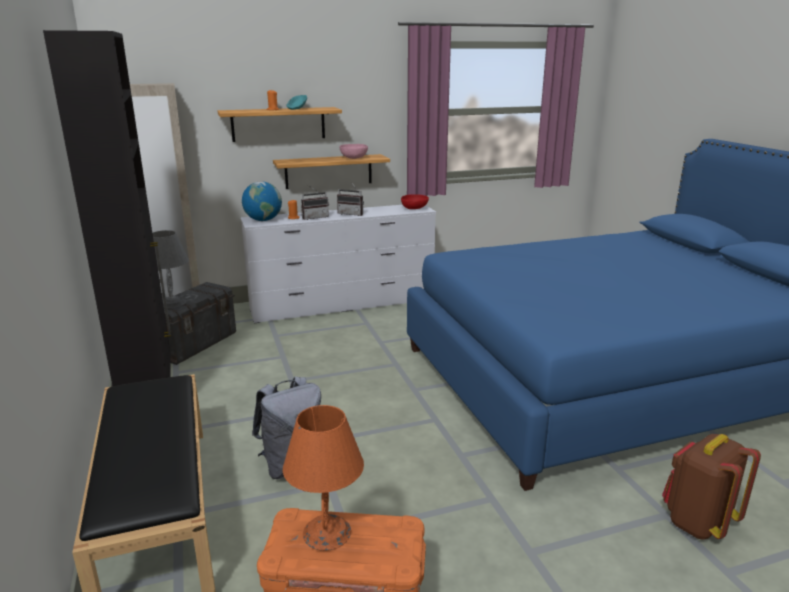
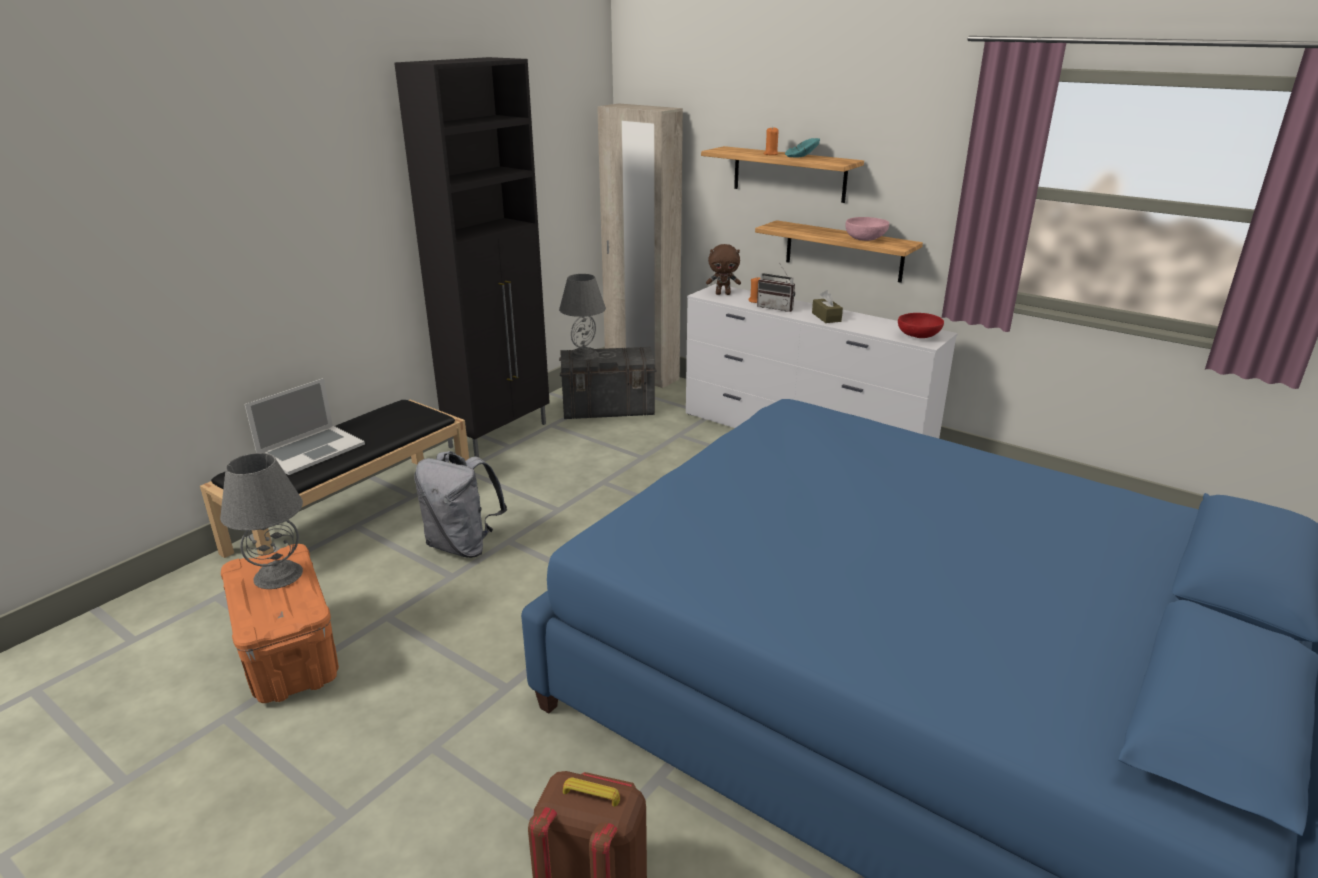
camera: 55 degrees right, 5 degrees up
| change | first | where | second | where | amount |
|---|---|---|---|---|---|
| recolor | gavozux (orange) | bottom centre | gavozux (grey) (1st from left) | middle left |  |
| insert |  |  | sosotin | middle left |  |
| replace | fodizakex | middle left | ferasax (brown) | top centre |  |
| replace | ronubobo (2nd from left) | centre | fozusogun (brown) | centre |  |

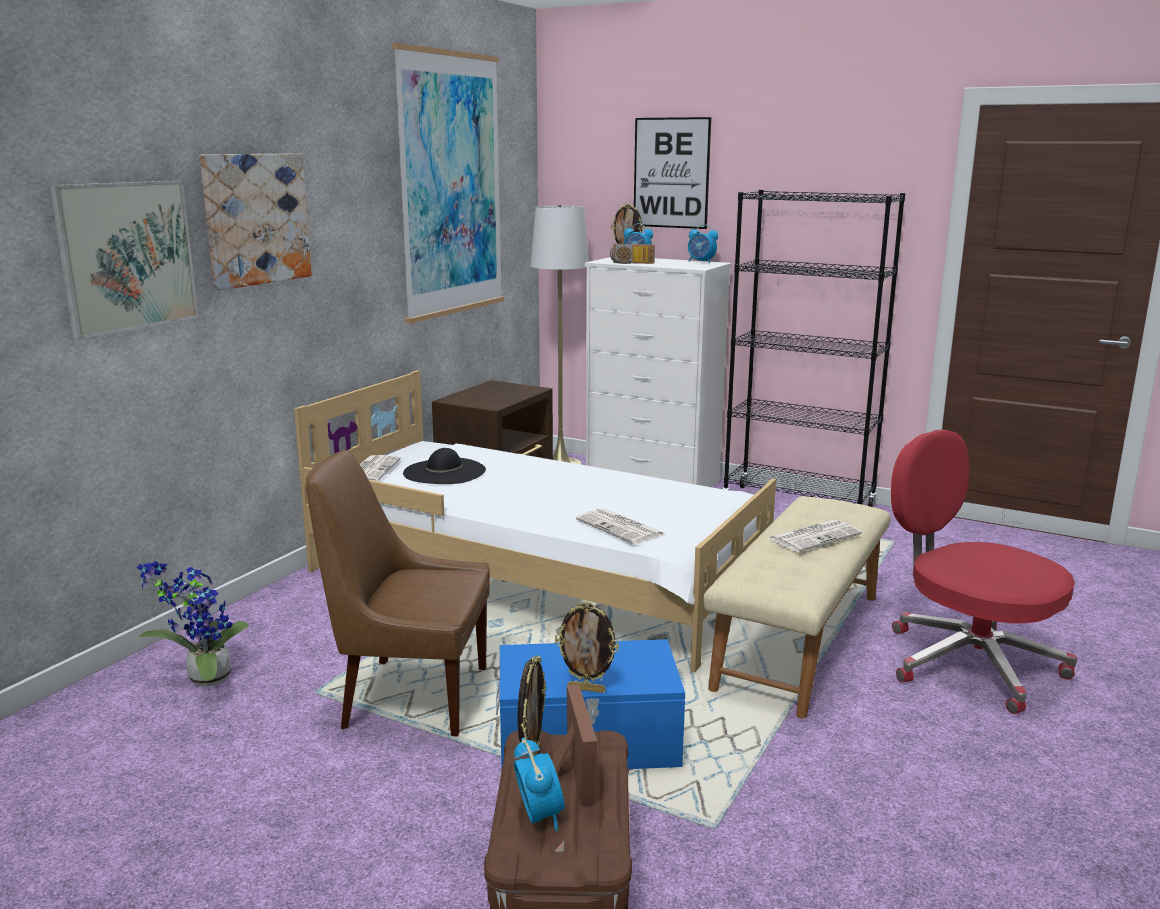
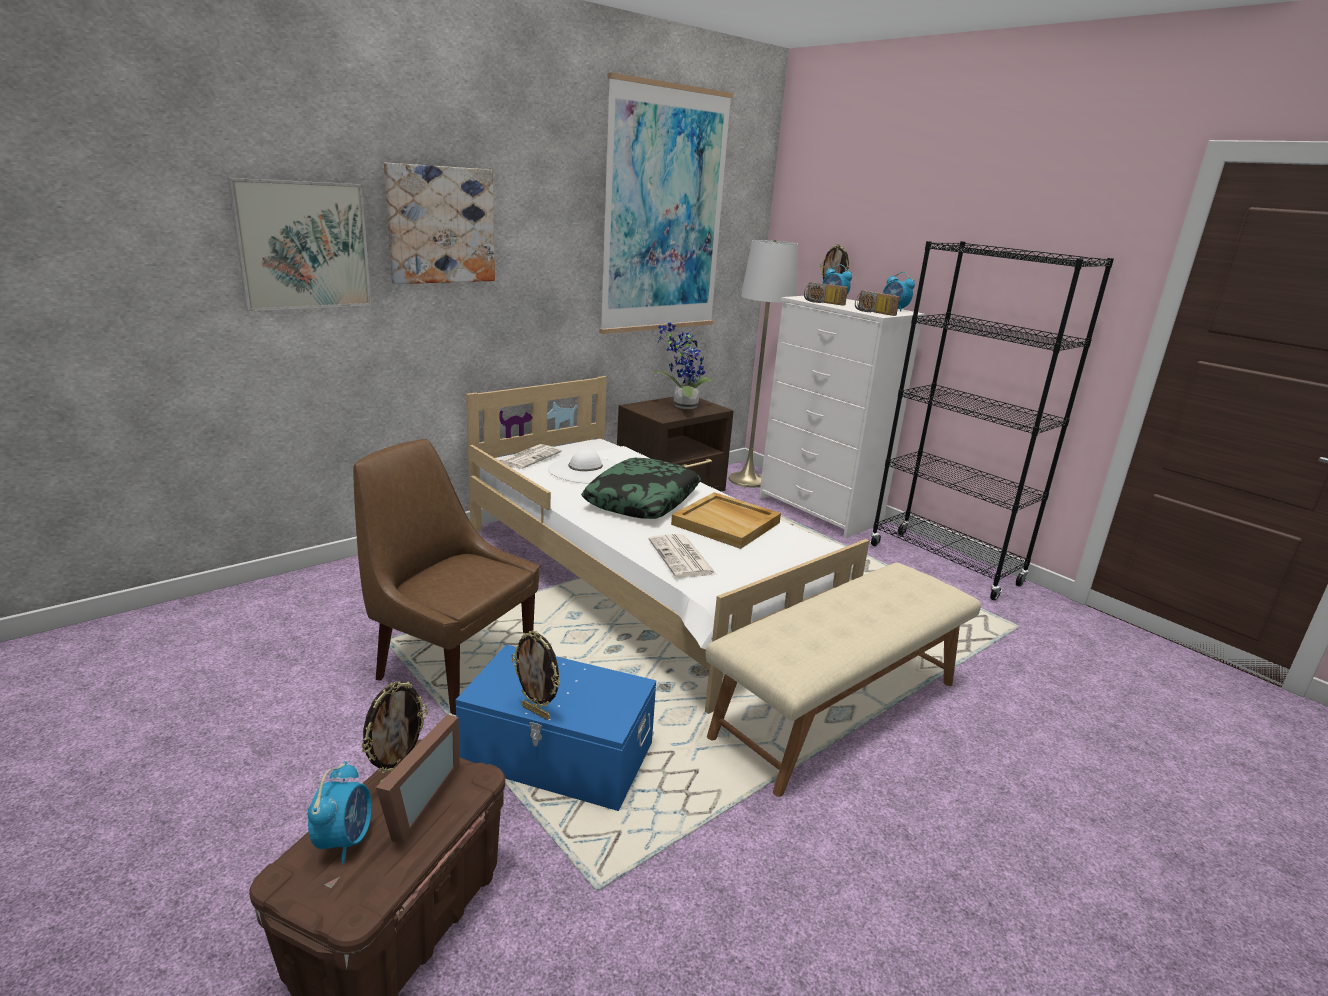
camera: 20 degrees right, 5 degrees up
| change | first | where | second | where | amount |
|---|---|---|---|---|---|
| recolor | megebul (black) | centre | megebul (white) | centre |  |
| insert |  |  | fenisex | centre |  |
| move | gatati | bottom left |  | centre |  |
| insert |  |  | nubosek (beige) | centre |  |
| insert |  |  | ronubobo (2nd from left) | top centre |  |
| delete | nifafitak (4th from left) | top centre |  |  |  |
| delete | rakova (3rd from left) | middle right |  |  |  |
| delete | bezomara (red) | middle right |  |  |  |

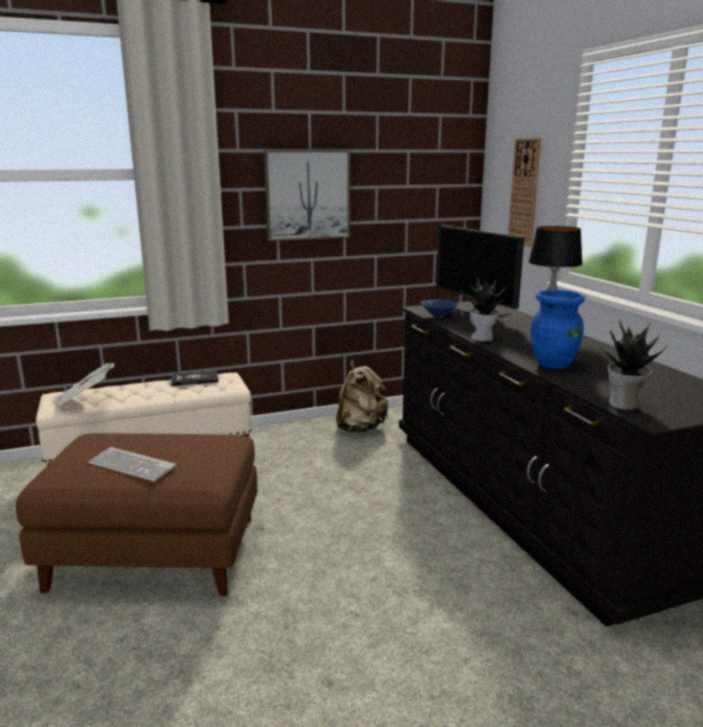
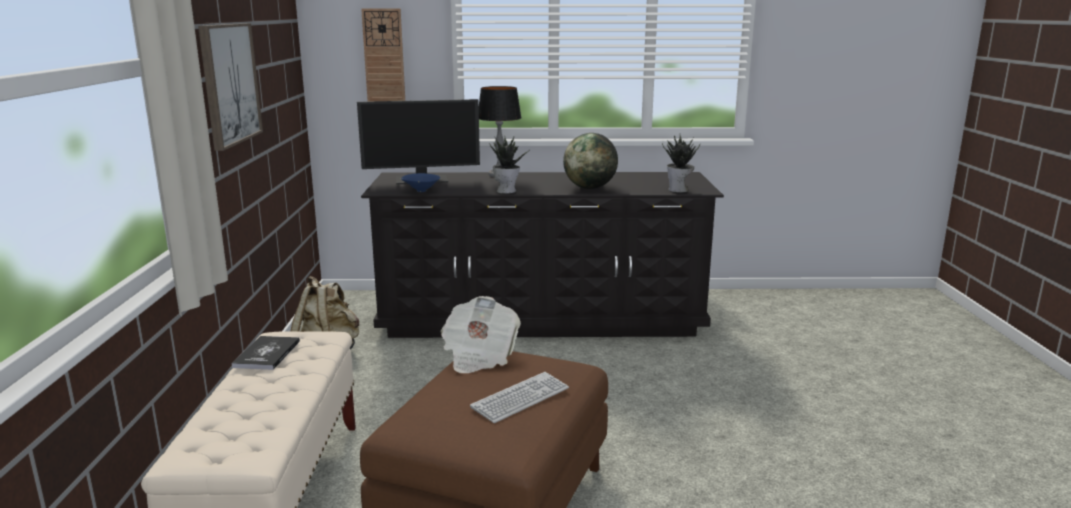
camera: 70 degrees left, 0 degrees up
| change | first | where | second | where | amount |
|---|---|---|---|---|---|
| move | rakova | middle left |  | centre |  |
| replace | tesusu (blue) | middle right | fodizakex | top centre |  |

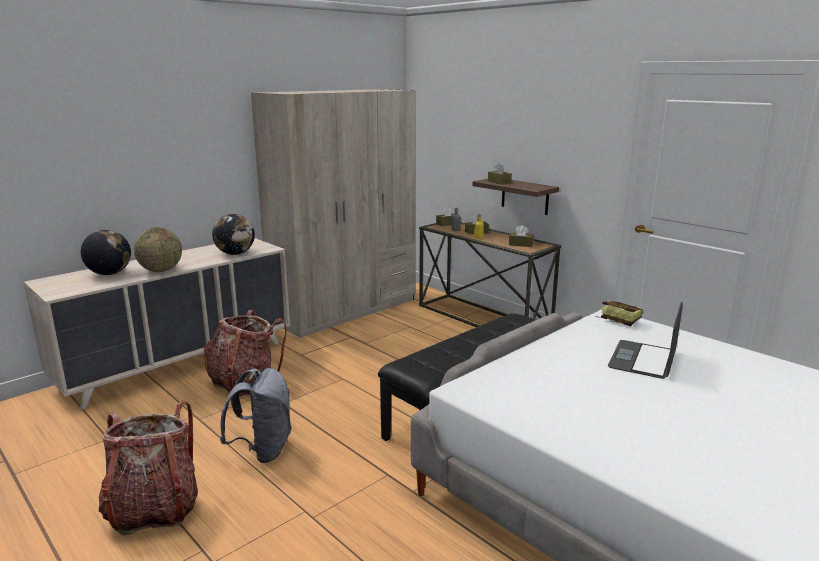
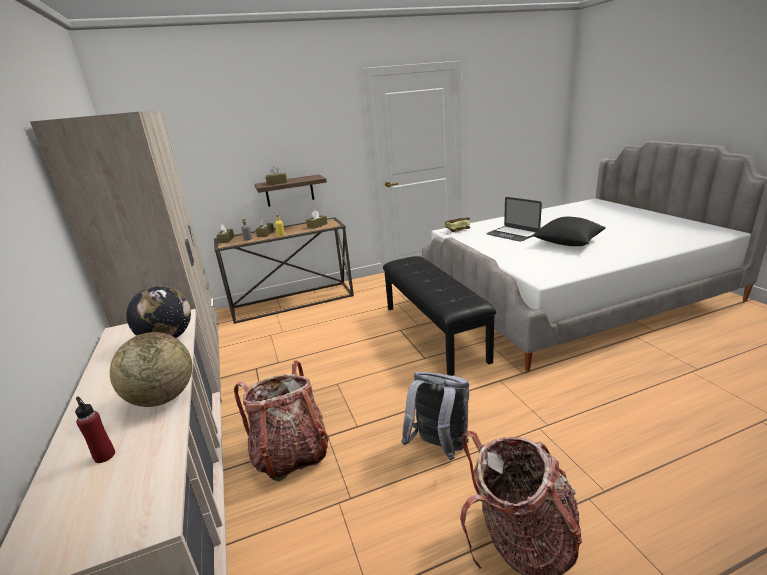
camera: 65 degrees left, 5 degrees up
| change | first | where | second | where | amount |
|---|---|---|---|---|---|
| replace | fodizakex (1st from left) | middle left | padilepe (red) | bottom left |  |
| insert |  |  | fenisex (black) | middle right |  |

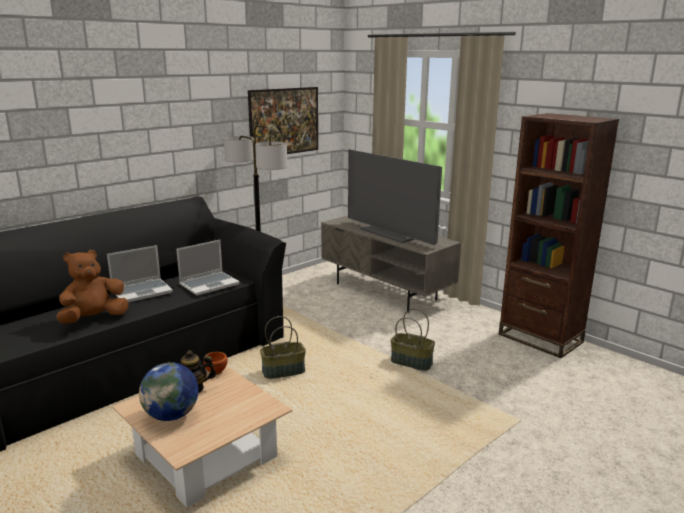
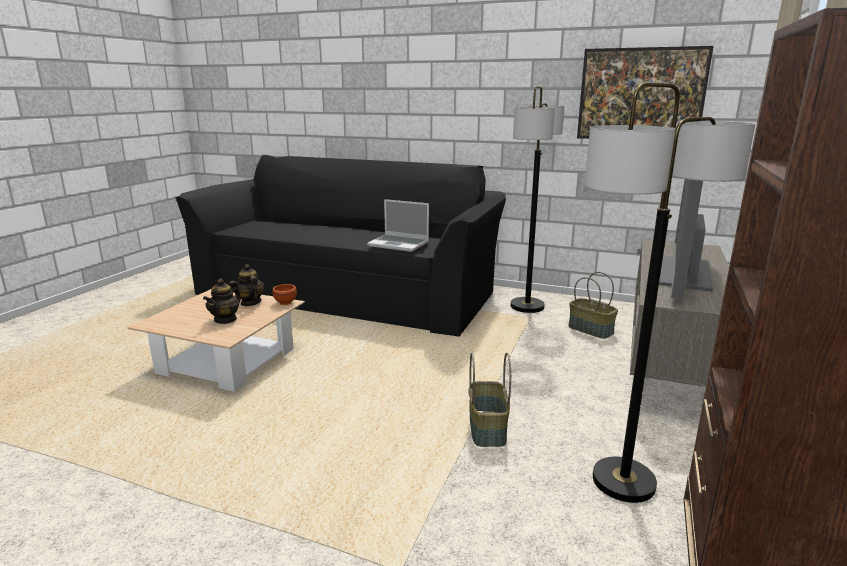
camera: 65 degrees right, 0 degrees up
| change | first | where | second | where | amount |
|---|---|---|---|---|---|
| insert |  |  | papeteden (1st from left) | middle left |  |
| move | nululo (1st from left in the first image) | bottom centre | nululo (2nd from left) | middle right |  |
| insert |  |  | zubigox (2nd from left) | middle right |  |
| delete | ferasax (brown) | middle left |  |  |  |
| delete | sosotin (1st from left) | middle left |  |  |  |
| delete | fodizakex | bottom left |  |  |  |

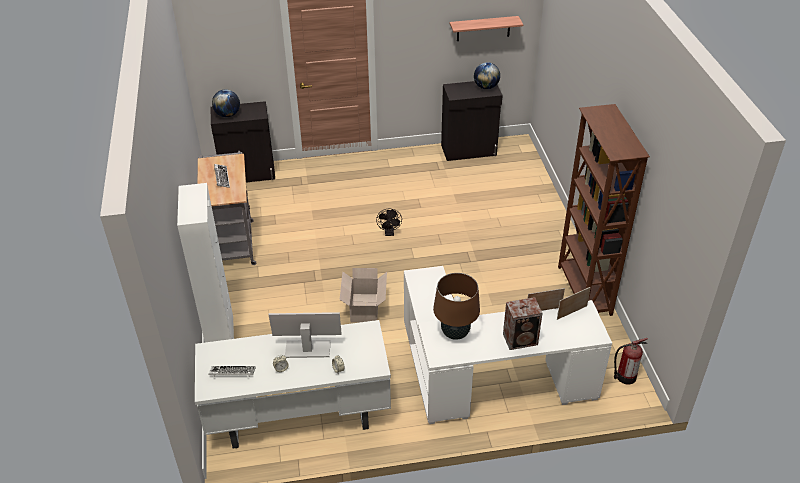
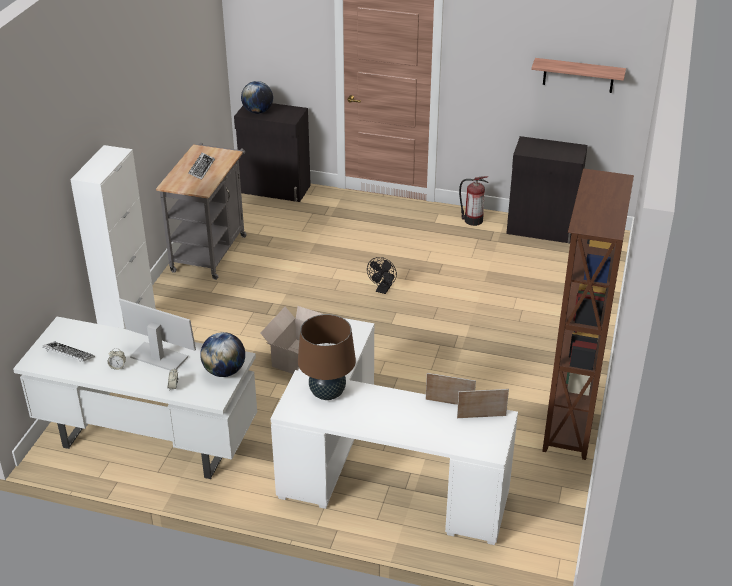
camera: 25 degrees right, 5 degrees down
| change | first | where | second | where | amount |
|---|---|---|---|---|---|
| move | fodizakex (2nd from left in the first image) | top centre | fodizakex (1st from left) | middle left |  |
| move | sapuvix | bottom right |  | centre |  |
| delete | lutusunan | bottom centre |  |  |  |

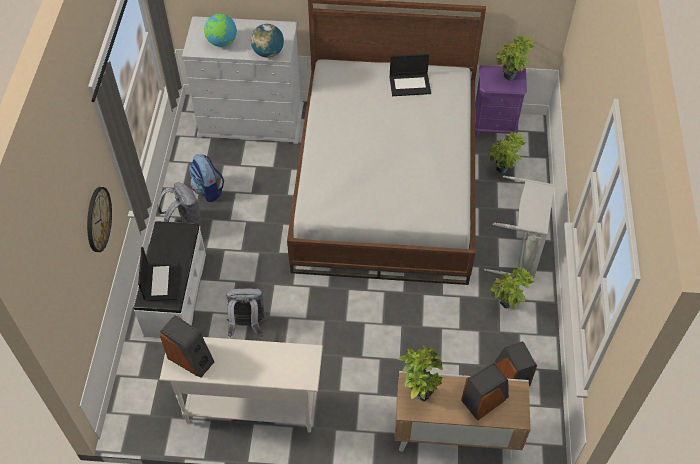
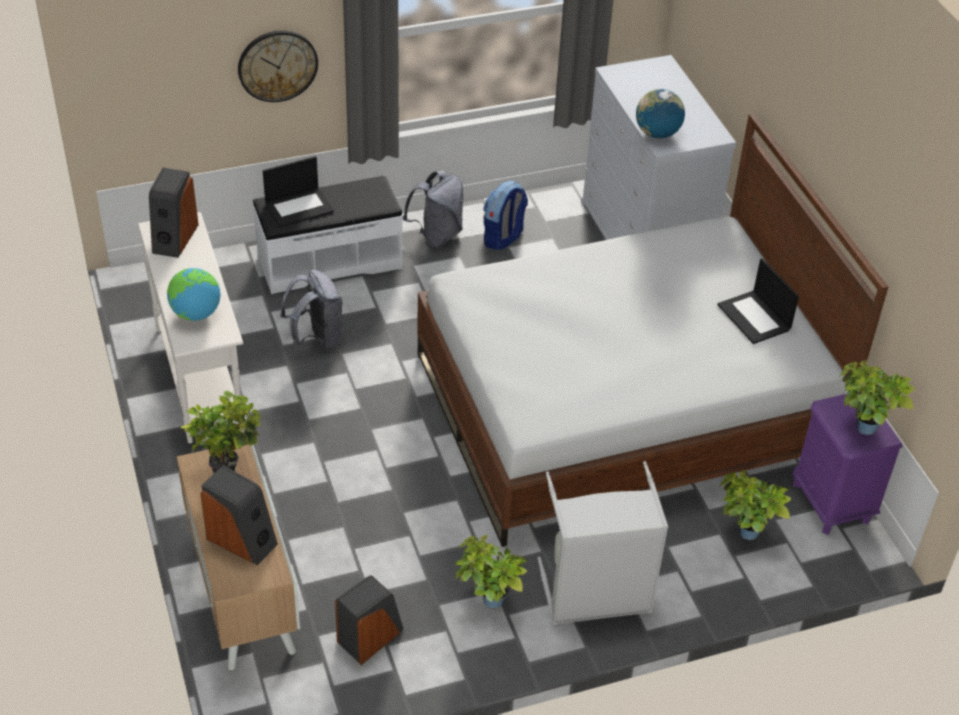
camera: 65 degrees right, 10 degrees down
| change | first | where | second | where | amount |
|---|---|---|---|---|---|
| move | fodizakex (1st from left) | top left |  | middle left |  |

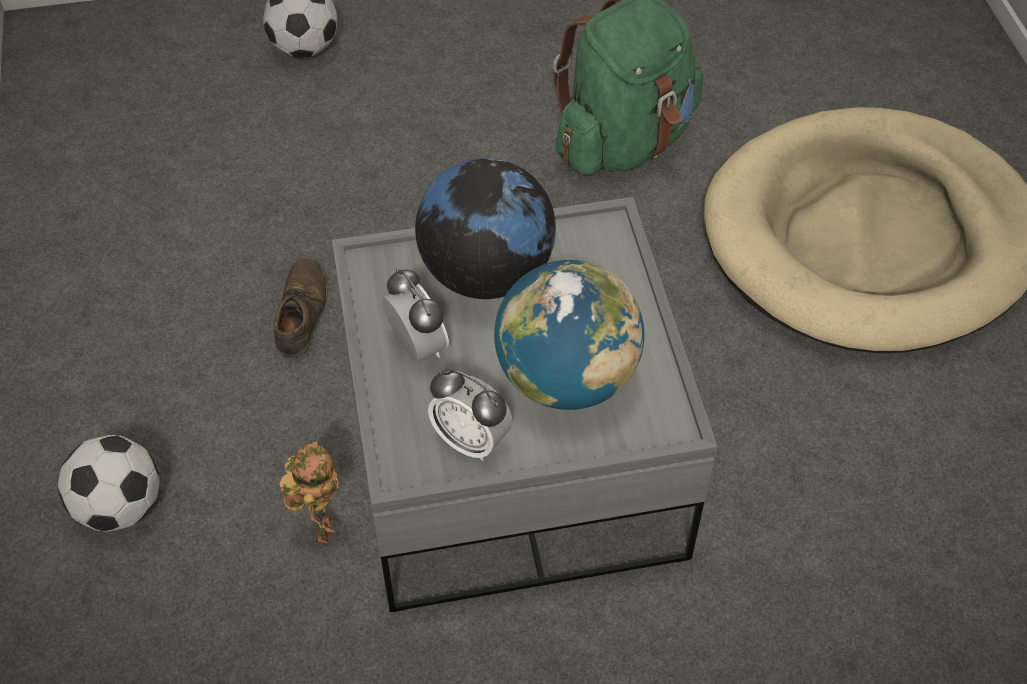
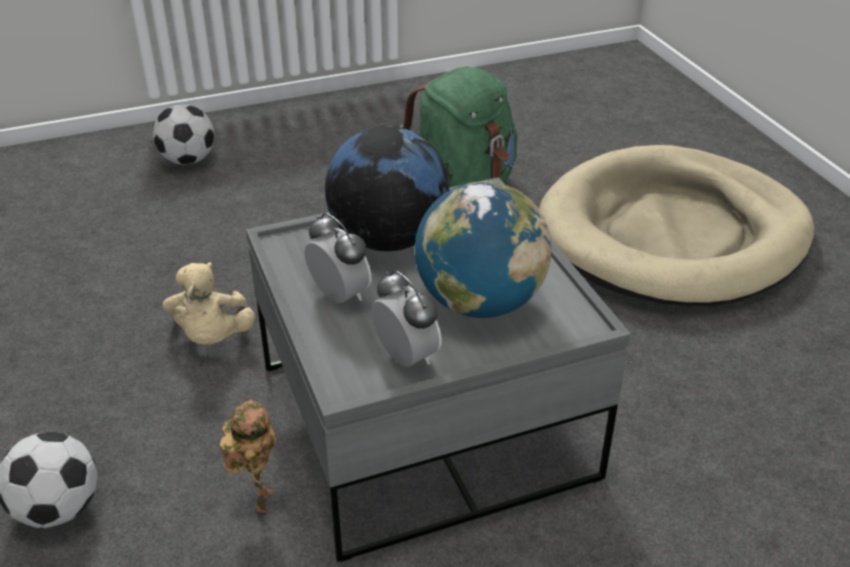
camera: 10 degrees left, 15 degrees down
| change | first | where | second | where | amount |
|---|---|---|---|---|---|
| replace | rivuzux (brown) | middle left | ferasax (beige) | middle left |  |
| rotate | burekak (2nd from left) | centre |  | centre | 150 degrees counterclockwise |

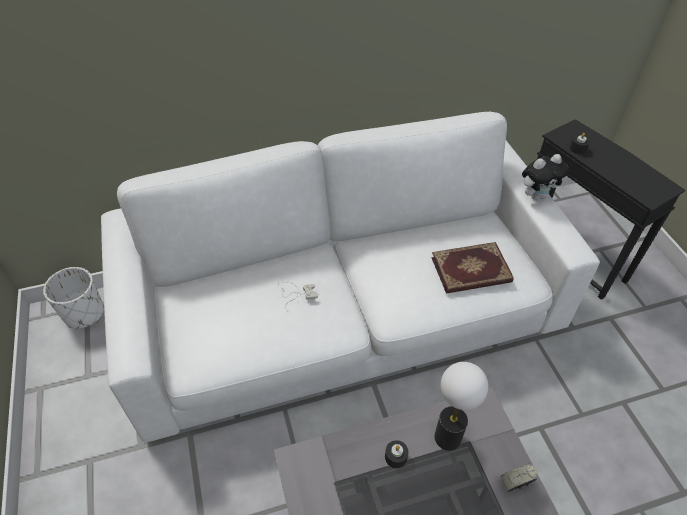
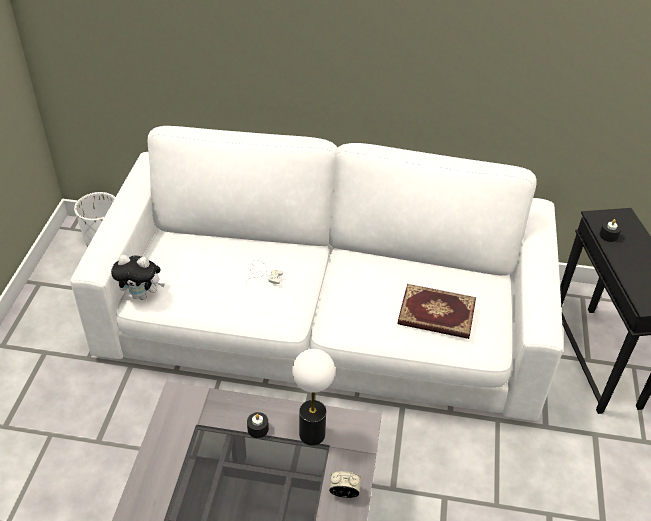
camera: 25 degrees right, 5 degrees down
| change | first | where | second | where | amount |
|---|---|---|---|---|---|
| move | ferasax | middle right |  | middle left |  |

